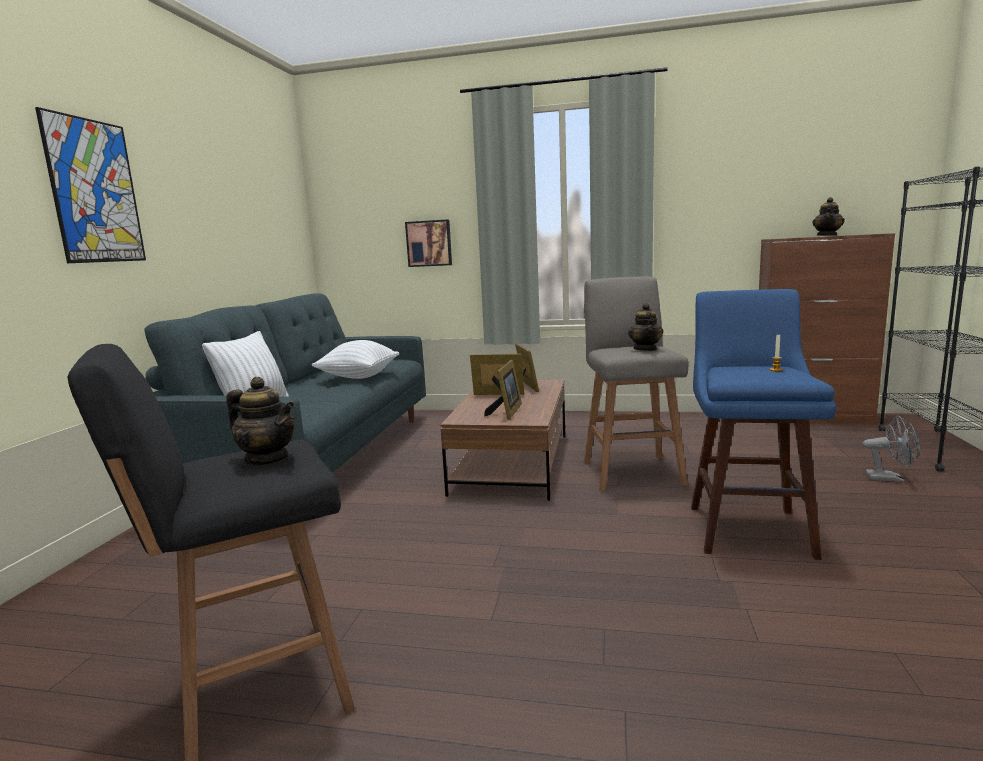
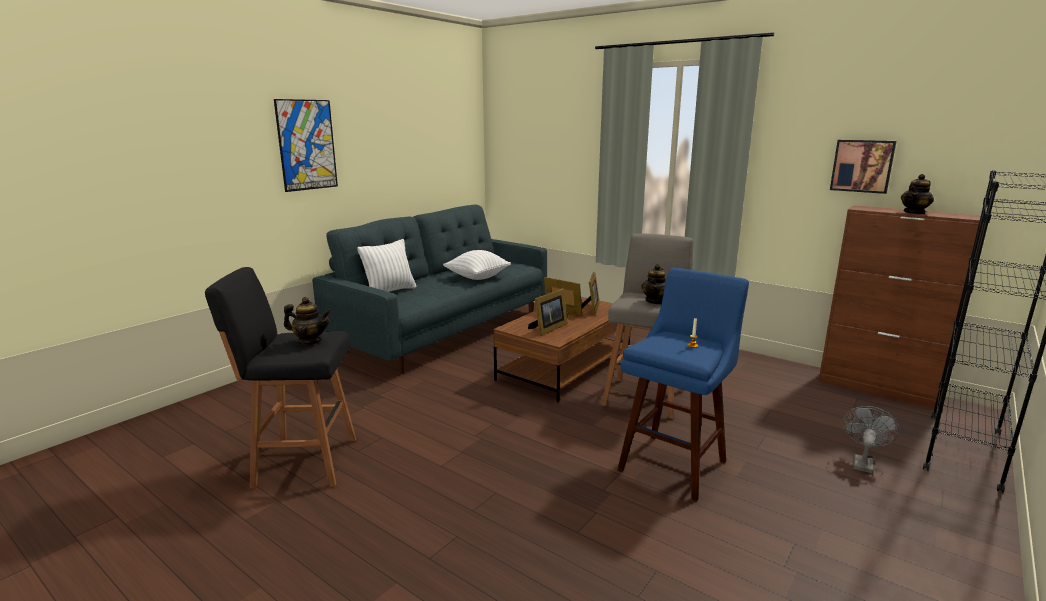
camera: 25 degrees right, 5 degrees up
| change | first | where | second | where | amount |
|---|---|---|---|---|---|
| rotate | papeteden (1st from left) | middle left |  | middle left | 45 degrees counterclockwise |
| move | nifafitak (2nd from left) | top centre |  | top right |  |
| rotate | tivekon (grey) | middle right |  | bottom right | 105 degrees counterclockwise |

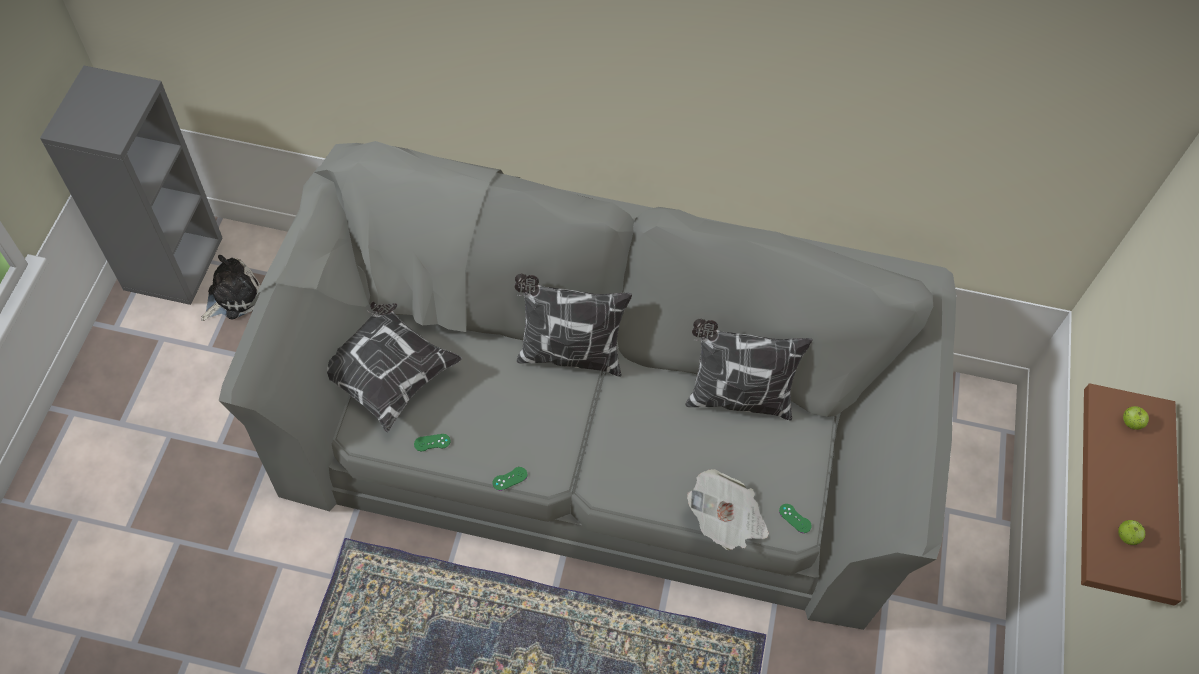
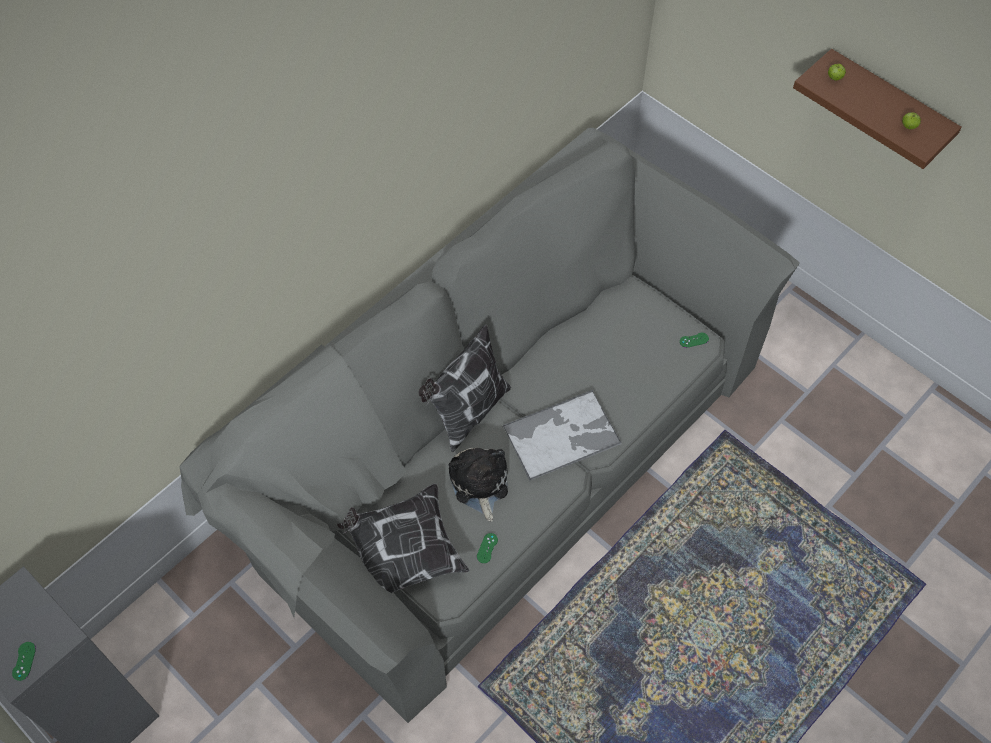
camera: 55 degrees left, 0 degrees up
| change | first | where | second | where | amount |
|---|---|---|---|---|---|
| move | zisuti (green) (2nd from left in the first image) | bottom centre | zisuti (green) (1st from left) | bottom left |  |
| move | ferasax | middle left |  | centre |  |
| insert |  |  | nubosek | centre |  |
| delete | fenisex (3rd from left) | centre |  |  |  |
| delete | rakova | bottom centre |  |  |  |

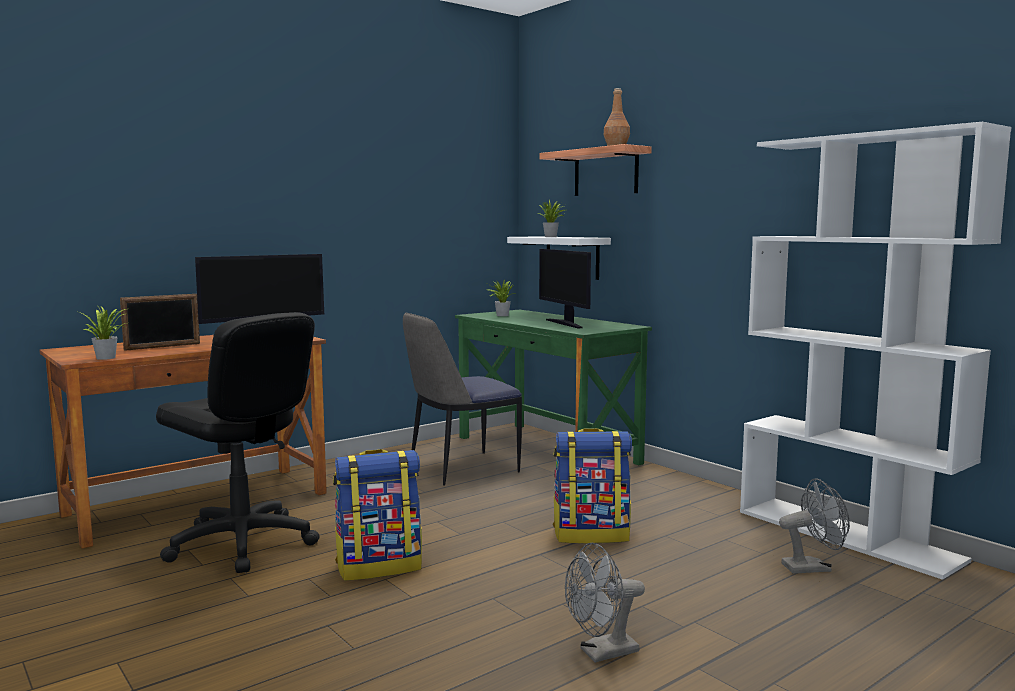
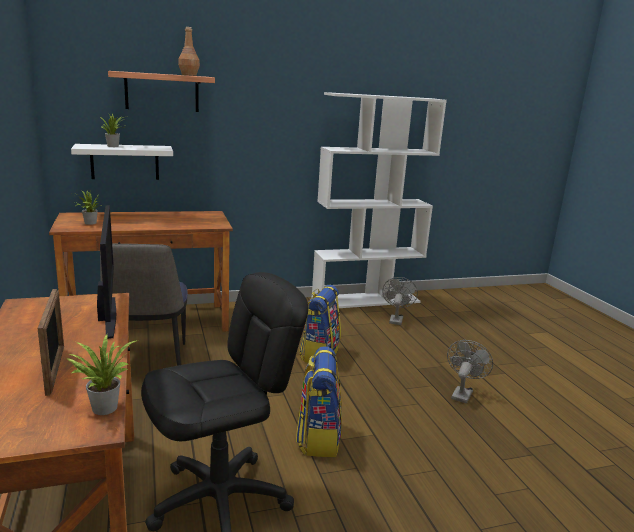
camera: 70 degrees left, 10 degrees up
| change | first | where | second | where | amount |
|---|---|---|---|---|---|
| recolor | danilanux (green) | centre | danilanux (brown) (2nd from left) | middle left |  |
| rotate | tivekon (grey) (1st from left in the first image) | bottom centre | tivekon (grey) (2nd from left) | bottom right | 150 degrees counterclockwise |
| delete | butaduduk (2nd from left) | centre |  |  |  |

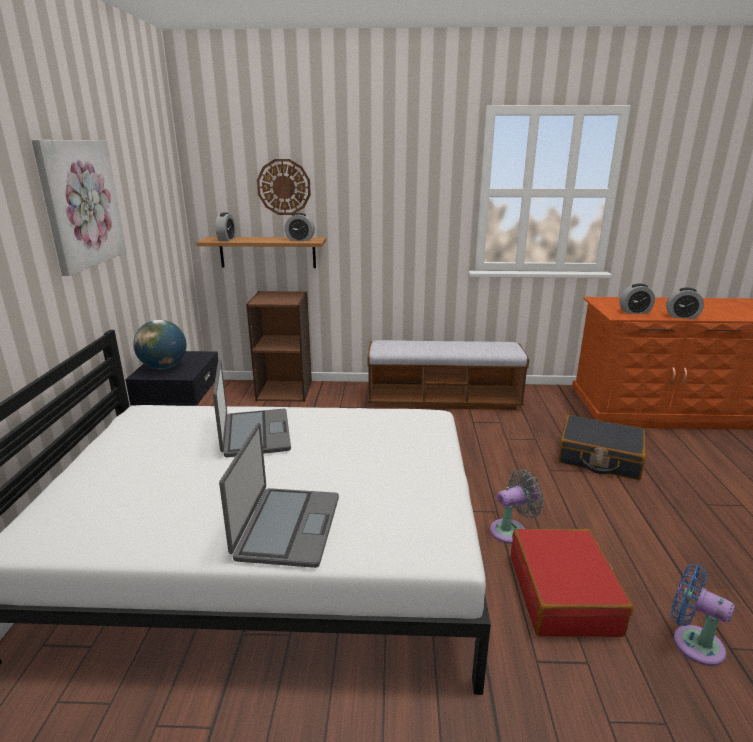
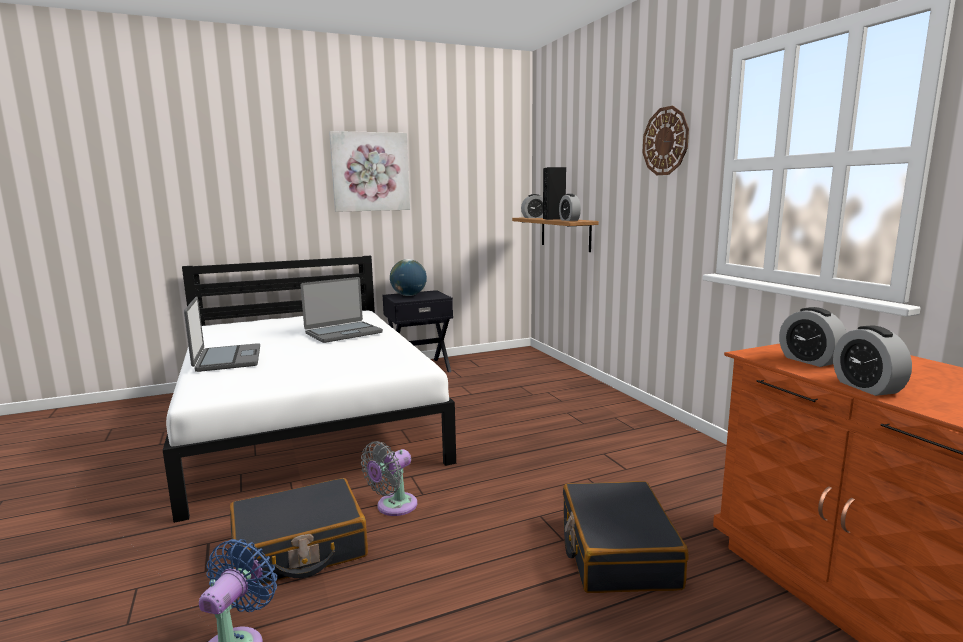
camera: 65 degrees right, 10 degrees down
| change | first | where | second | where | amount |
|---|---|---|---|---|---|
| rotate | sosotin (2nd from left in the first image) | bottom centre | sosotin (1st from left) | middle left | 90 degrees counterclockwise |
| recolor | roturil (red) | bottom right | roturil (black) (1st from left) | bottom left |  |
| rotate | tivekon (grey) | bottom right |  | bottom centre | 90 degrees clockwise |
| insert |  |  | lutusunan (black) | top centre |  |
| move | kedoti | top centre |  | top right |  |
| delete | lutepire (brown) | centre |  |  |  |
| delete | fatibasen | centre |  |  |  |

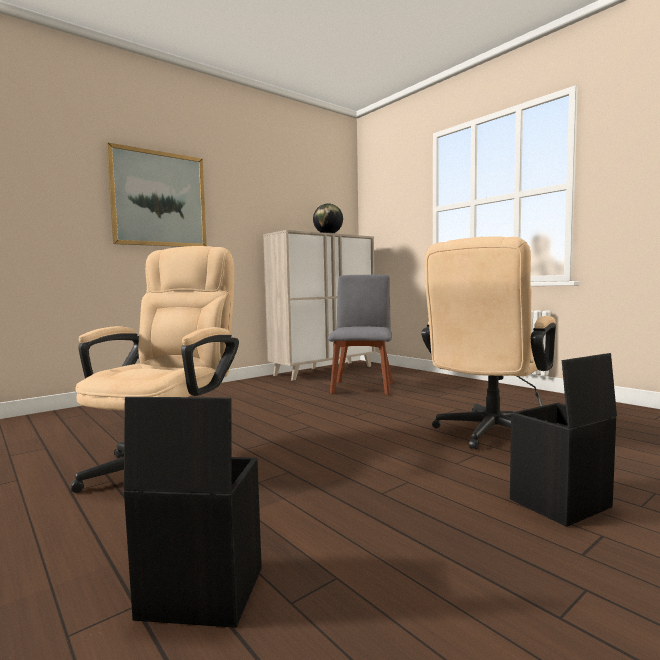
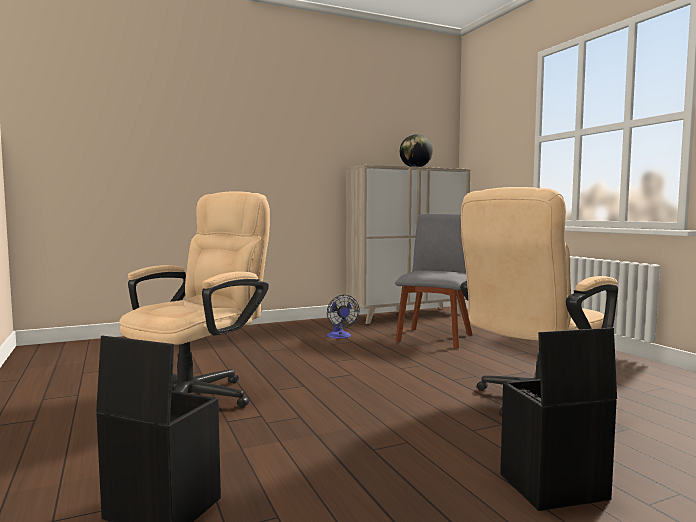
camera: 15 degrees right, 0 degrees up
| change | first | where | second | where | amount |
|---|---|---|---|---|---|
| insert |  |  | tivekon | centre |  |
| delete | nifafitak | top left |  |  |  |

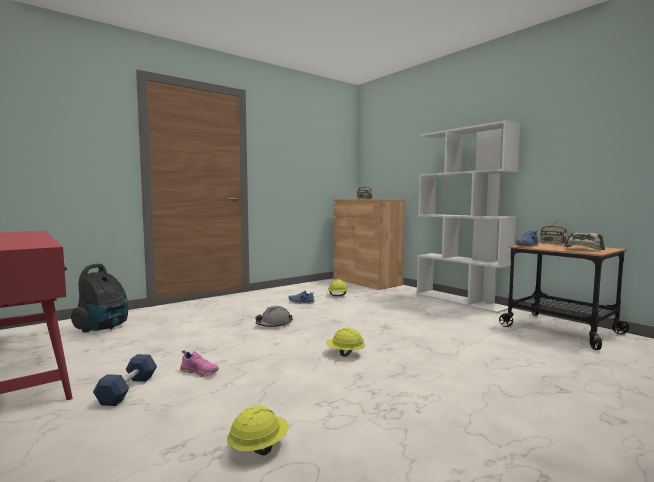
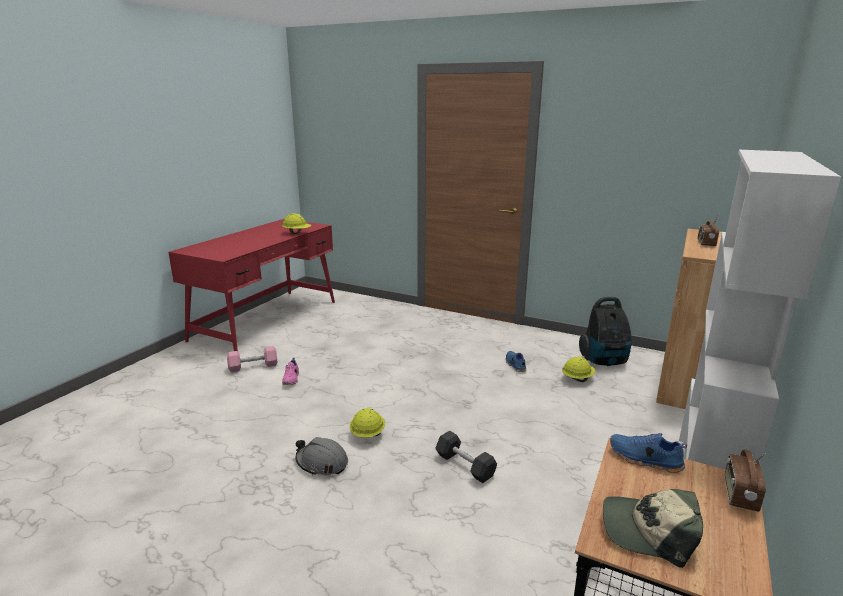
camera: 65 degrees right, 15 degrees up
| change | first | where | second | where | amount |
|---|---|---|---|---|---|
| recolor | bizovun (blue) | bottom left | bizovun (pink) | middle left |  |
| move | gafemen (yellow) (1st from left) | bottom centre |  | centre |  |
| move | gafemen (grey) | centre |  | bottom centre |  |
| insert |  |  | bizovun (black) | bottom centre |  |
| move | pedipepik | middle left |  | middle right |  |

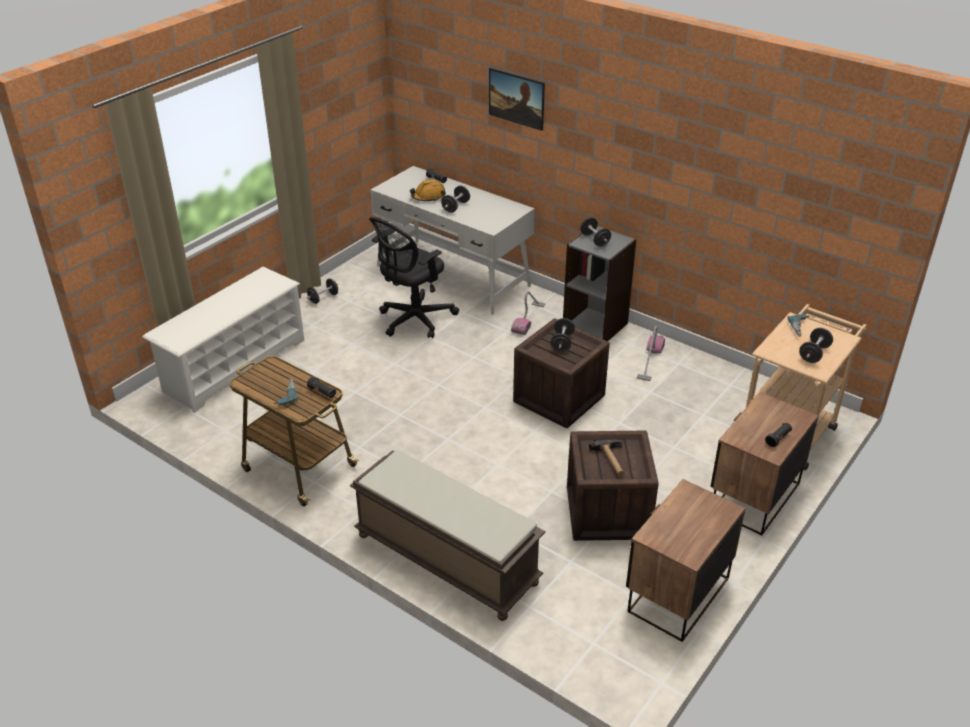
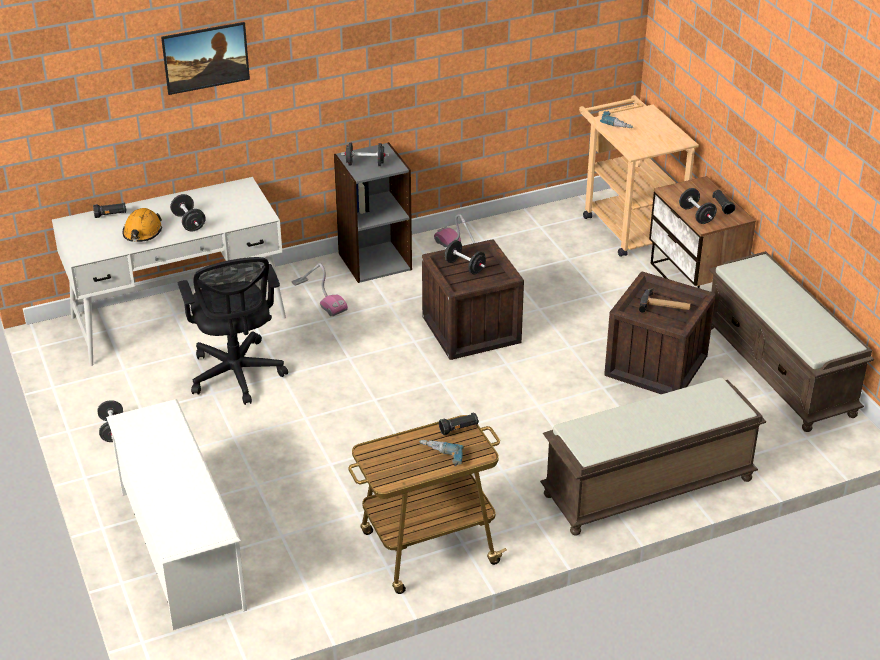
camera: 60 degrees left, 0 degrees up
| change | first | where | second | where | amount |
|---|---|---|---|---|---|
| move | bizovun (black) (5th from left) | middle right |  | top right |  |
| replace | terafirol (1st from left) | bottom right | fatibasen (brown) (2nd from left) | middle right |  |

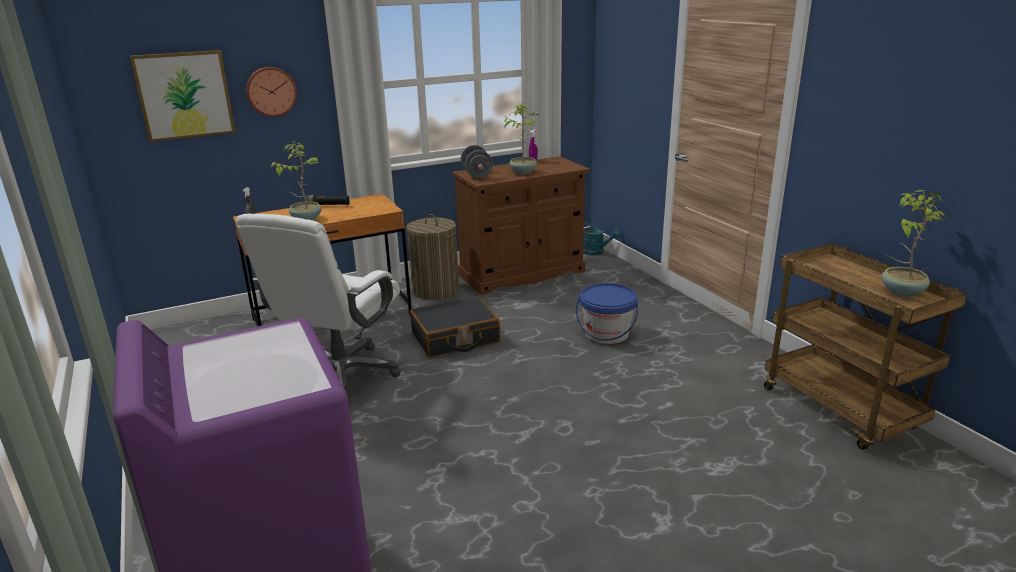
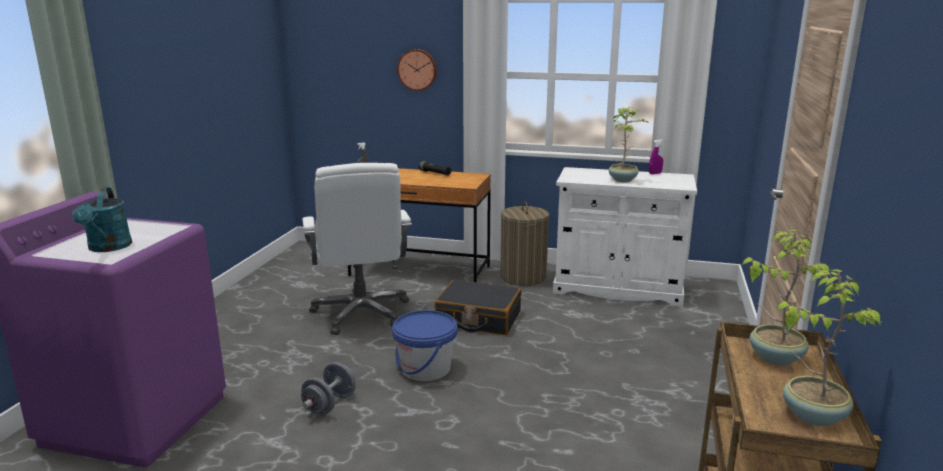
camera: 40 degrees right, 5 degrees down
| change | first | where | second | where | amount |
|---|---|---|---|---|---|
| move | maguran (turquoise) | centre |  | middle left |  |
| move | bizovun (grey) | top centre |  | bottom centre |  |
| rotate | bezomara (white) | middle left |  | centre | 75 degrees counterclockwise |
| move | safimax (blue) | centre |  | bottom centre |  |
| recolor | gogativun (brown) | centre | gogativun (white) | centre |  |
| move | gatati (1st from left in the first image) | top left | gatati (2nd from left) | middle right |  |
| delete | nifafitak | top left |  |  |  |

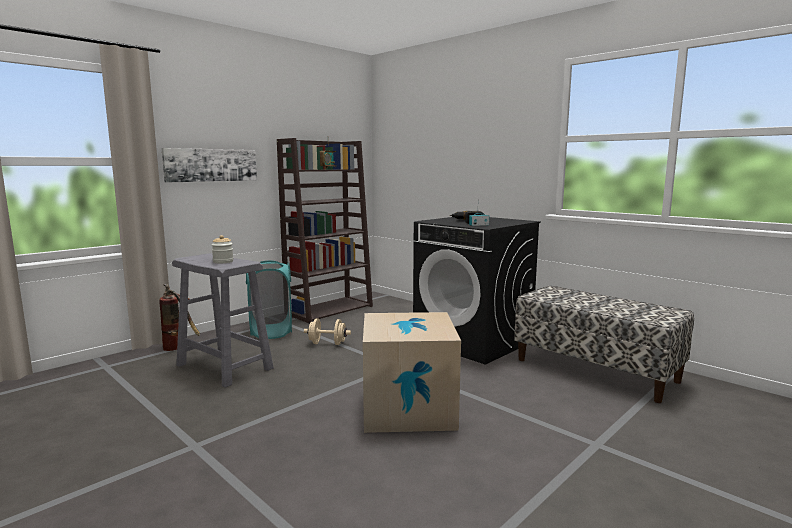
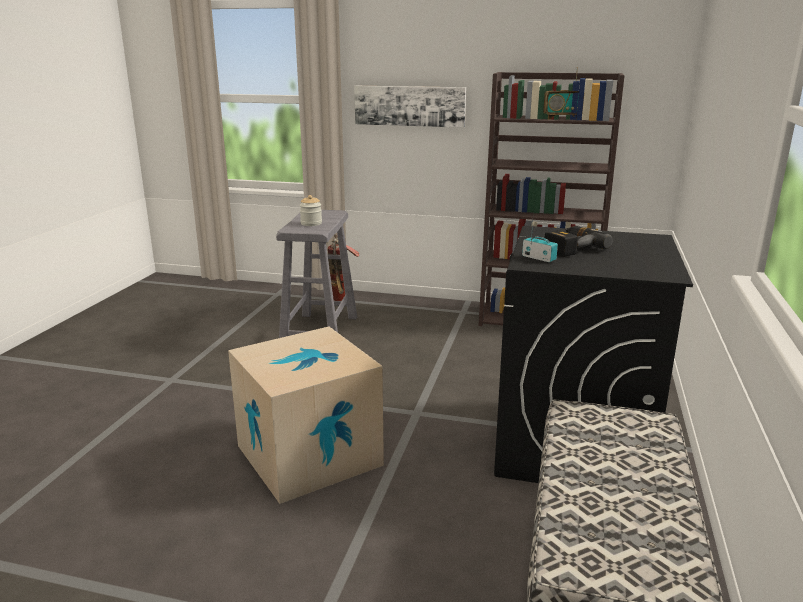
camera: 60 degrees right, 10 degrees up
| change | first | where | second | where | amount |
|---|---|---|---|---|---|
| delete | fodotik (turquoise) | centre |  |  |  |
| delete | bizovun (beige) | centre |  |  |  |

